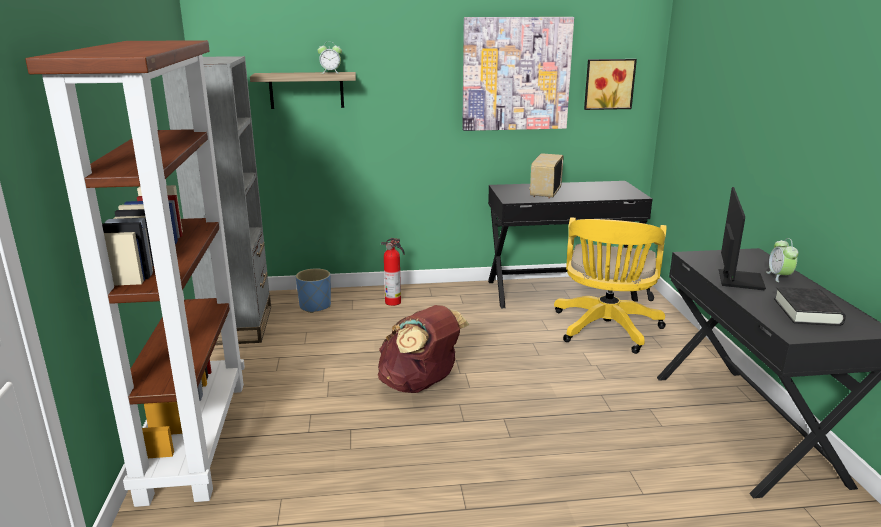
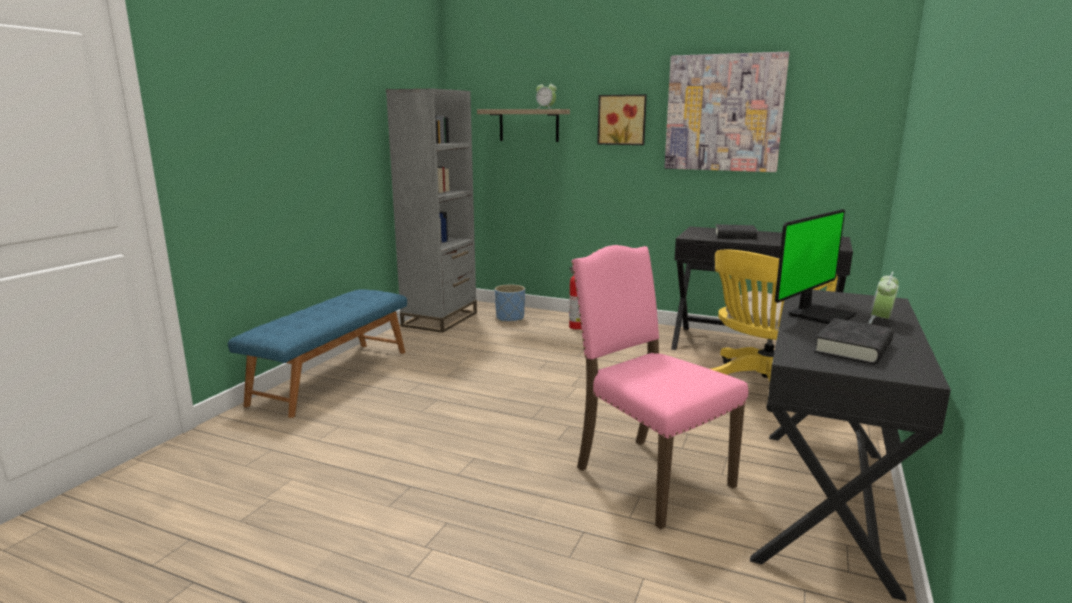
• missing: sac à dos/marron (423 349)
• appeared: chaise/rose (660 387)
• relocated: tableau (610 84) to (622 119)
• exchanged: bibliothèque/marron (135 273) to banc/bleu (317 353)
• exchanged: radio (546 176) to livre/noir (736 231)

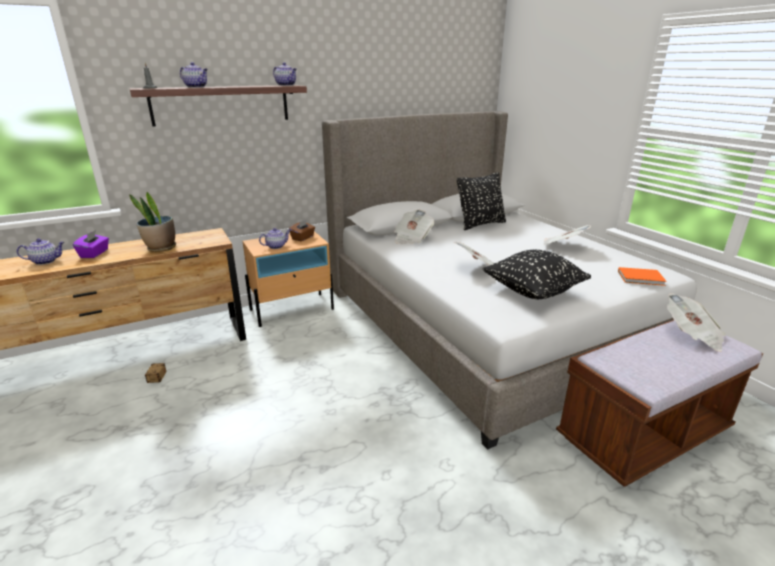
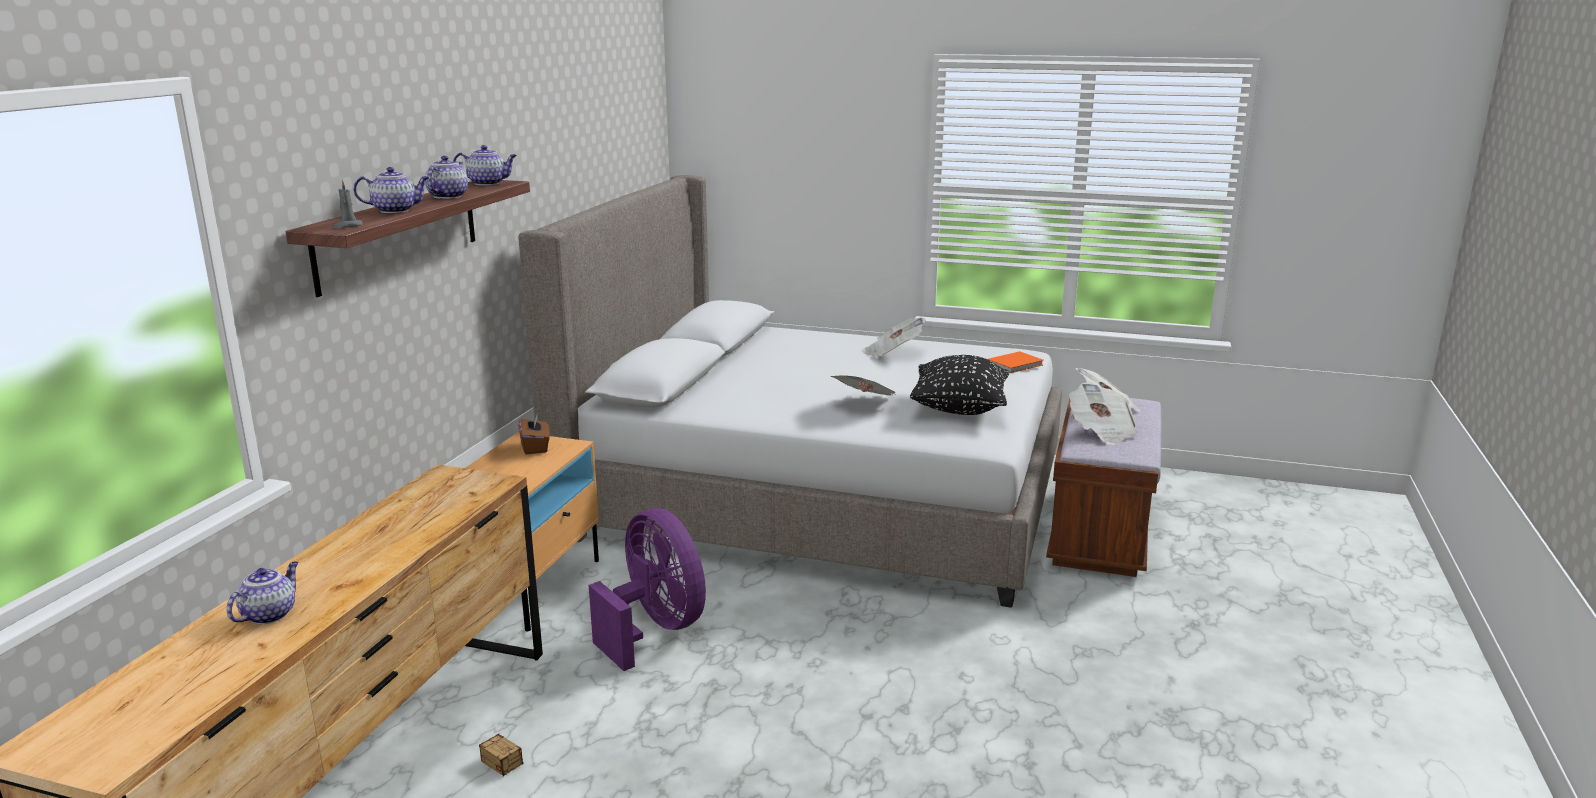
• missing: boîte à mouchoirs/violet (91 244)
• missing: plante en pot (152 222)
• missing: coussin/noir (481 201)
• appeared: ventilateur/violet (647 589)
• relocated: théière (275 238) to (446 177)
• relocated: journal (414 227) to (1103 413)

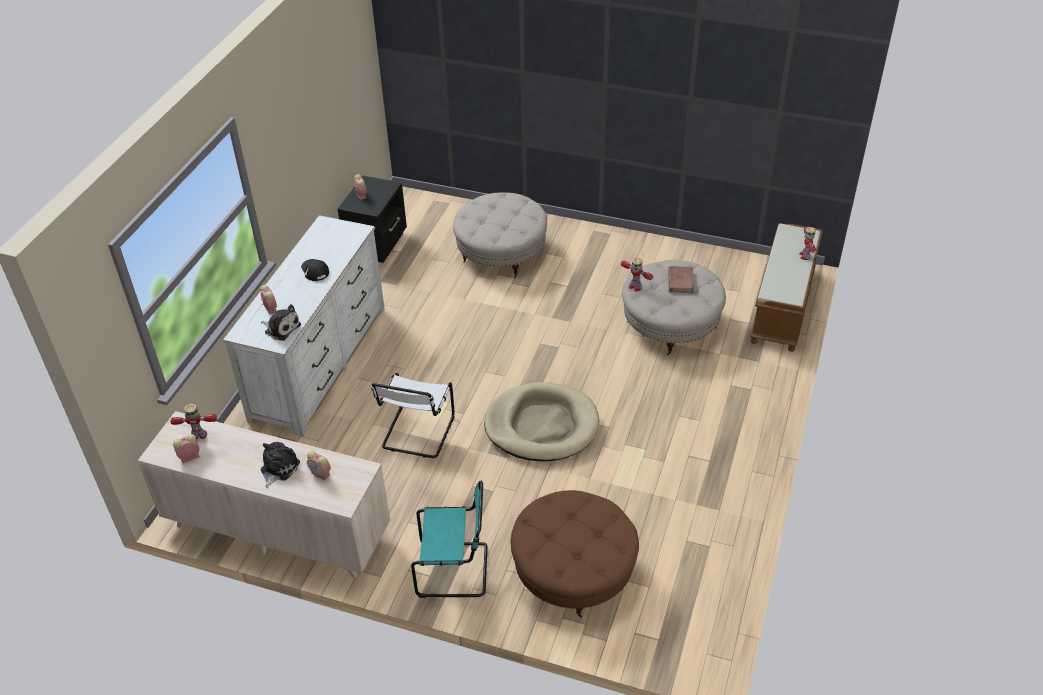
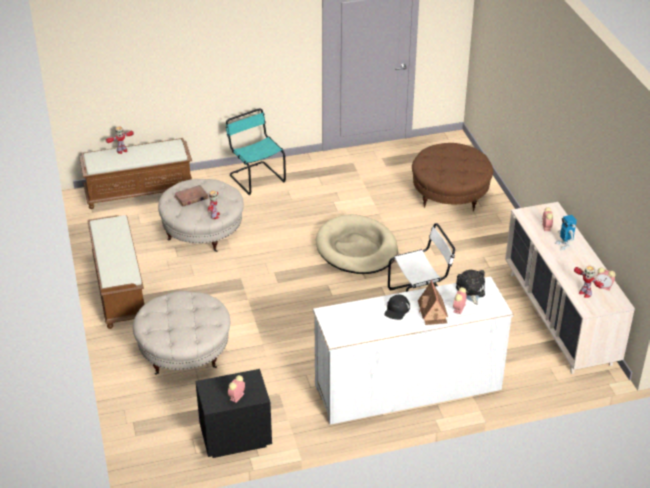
• appeared: banc/marron (116 272)
• appeared: maison miniature (433 302)
• relocated: chaise/turquoise (449 539) to (255 151)
• exchanged: peluche (280 465) to robot jouet (566 233)

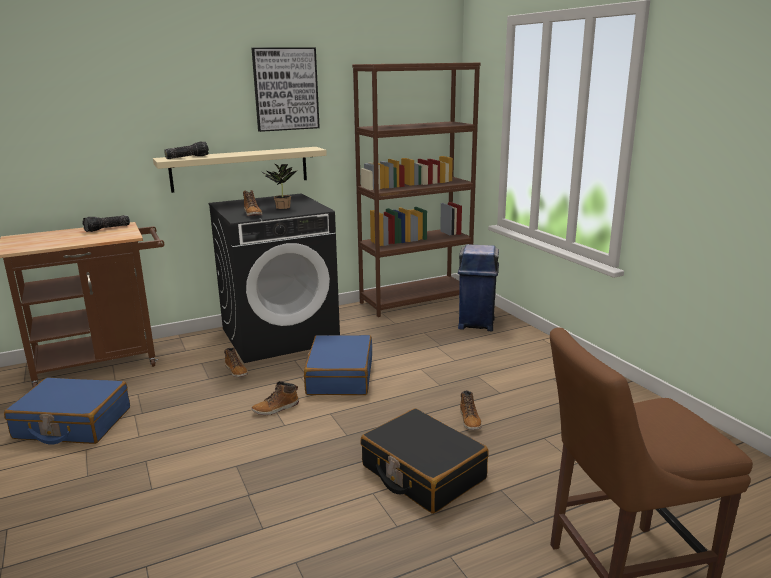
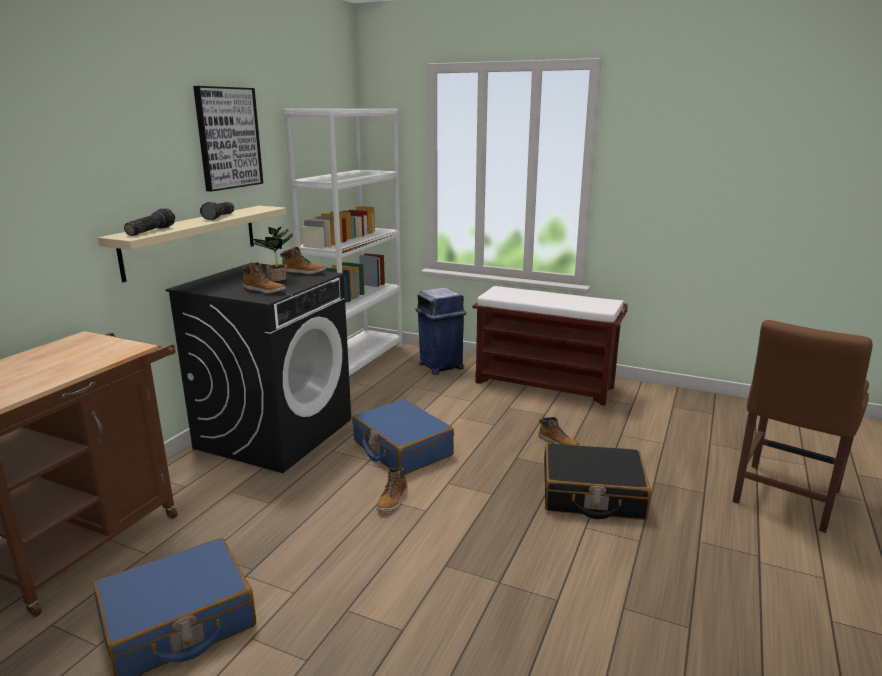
• appeared: banc/marron (550 346)
• relocated: lampe de poche (106 223) to (217 211)
• relocated: botte (236 362) to (303 261)
• colour: bibliothèque/marron (416 190) to bibliothèque/blanc (343 242)

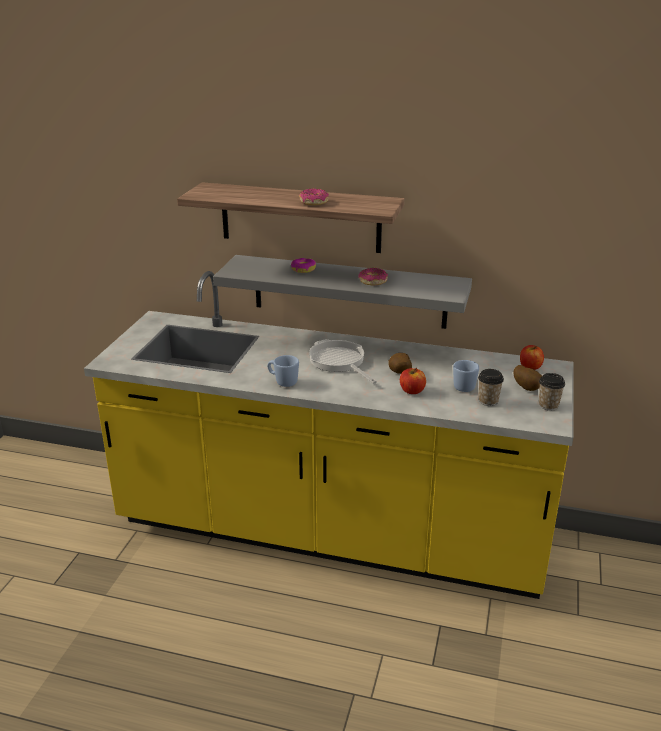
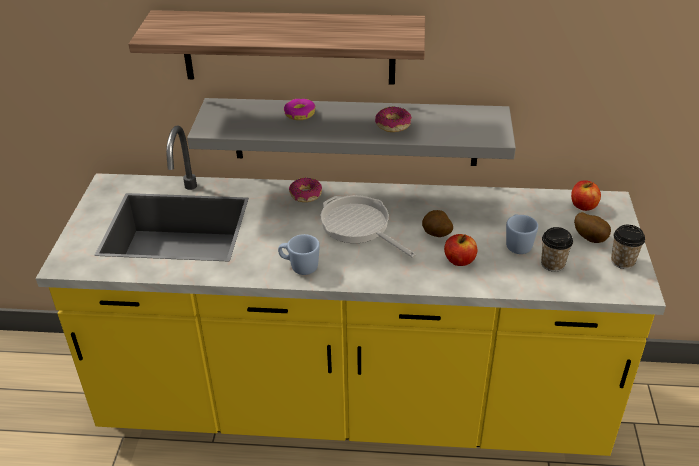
• relocated: beignet (314 196) to (305 190)

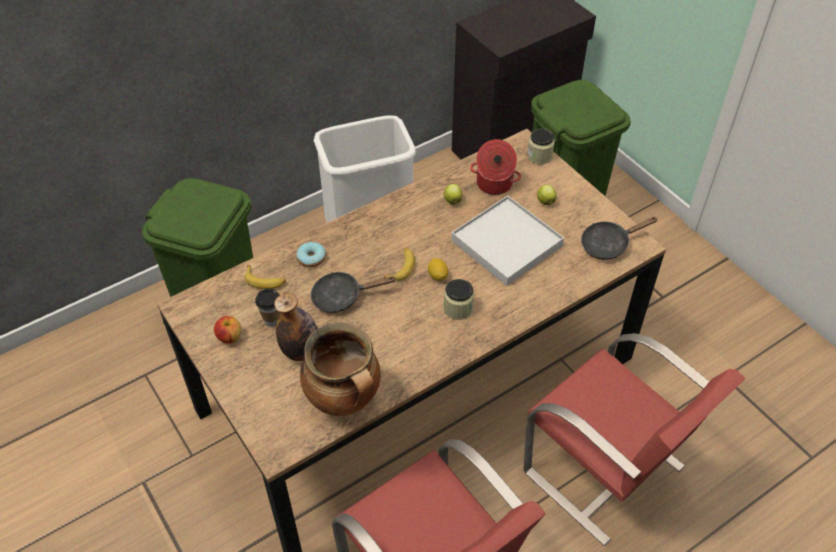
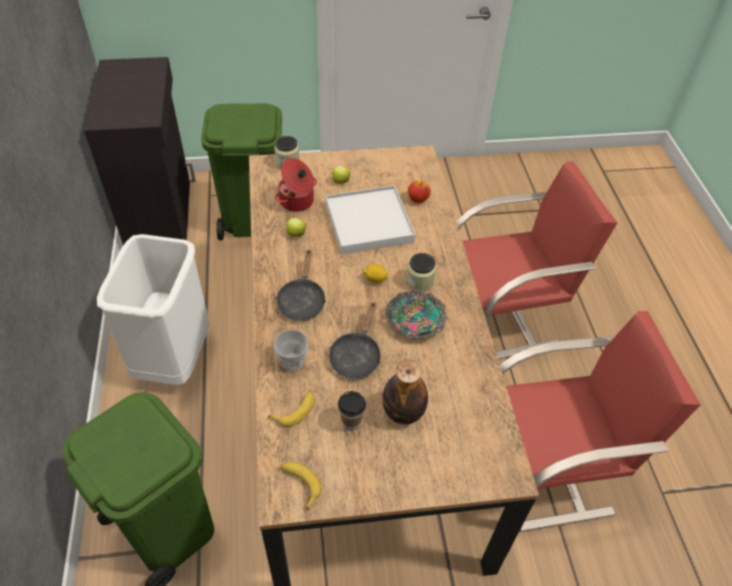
• missing: marmite (340 369)
• appeared: bol (416 314)
• relocated: pomme (227 330) to (419 192)
• relocated: banane (399 264) to (301 486)
• relocated: poêle/noir (619 238) to (301 285)
• exchanged: beignet (311 254) to tasse (290 350)

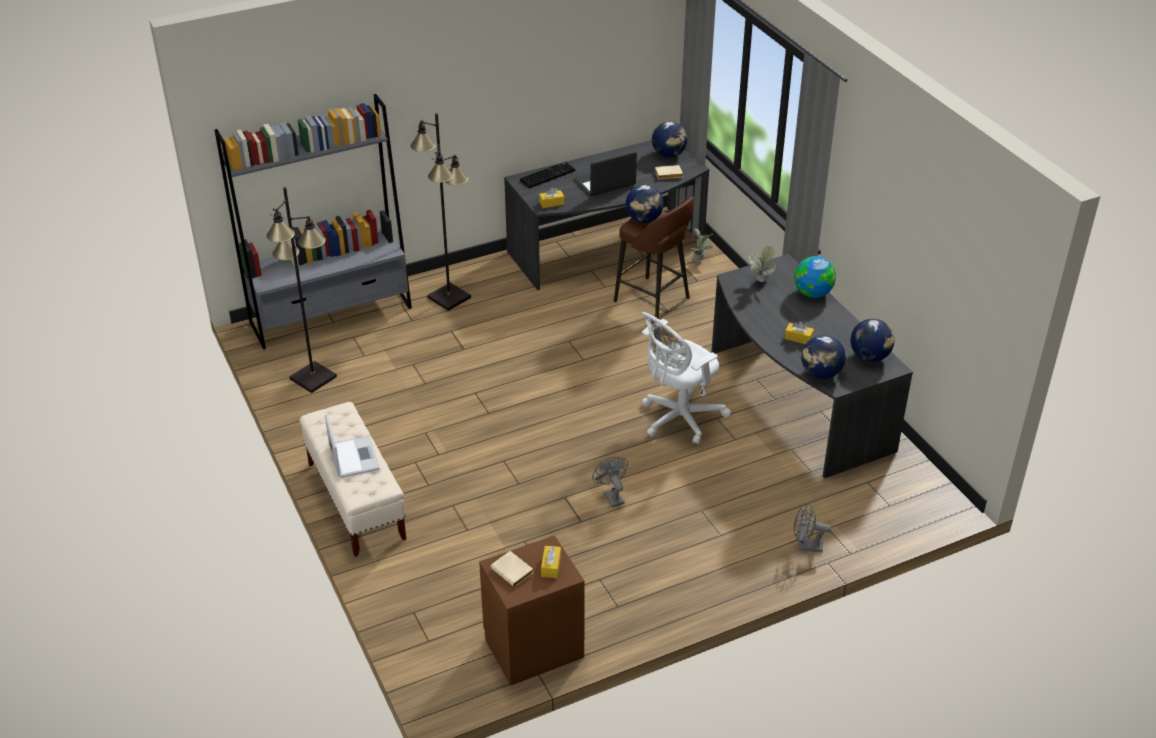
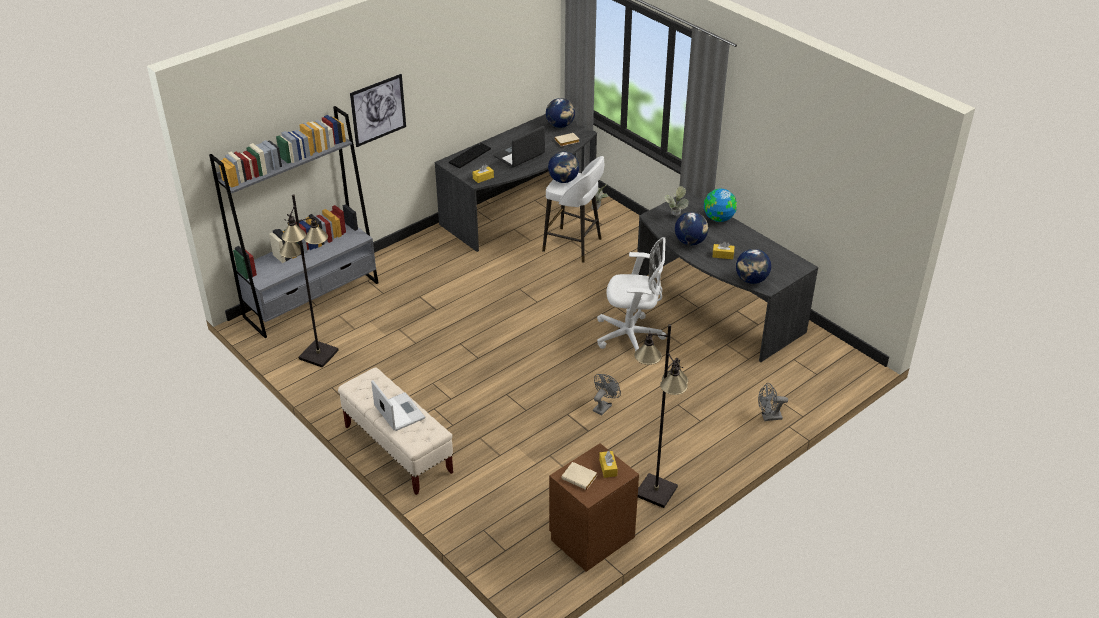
• appeared: tableau (378 110)
• relocated: lampadaire/noir (440 212) to (661 416)
• relocated: globe (872 340) to (691 228)
• colour: tabouret/marron (654 258) to tabouret/blanc (573 209)
• spun: ventilateur/gris (610 482) = (607 395) 75 degrees clockwise
• spun: chaise de bureau/blanc (686 378) = (631 294) 120 degrees counterclockwise

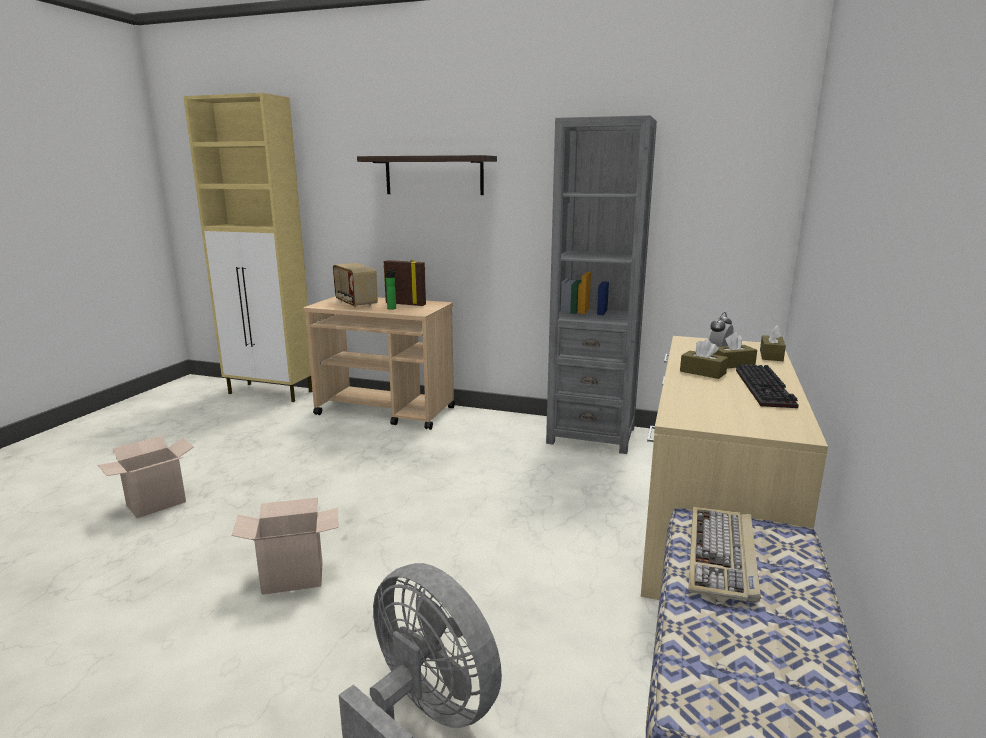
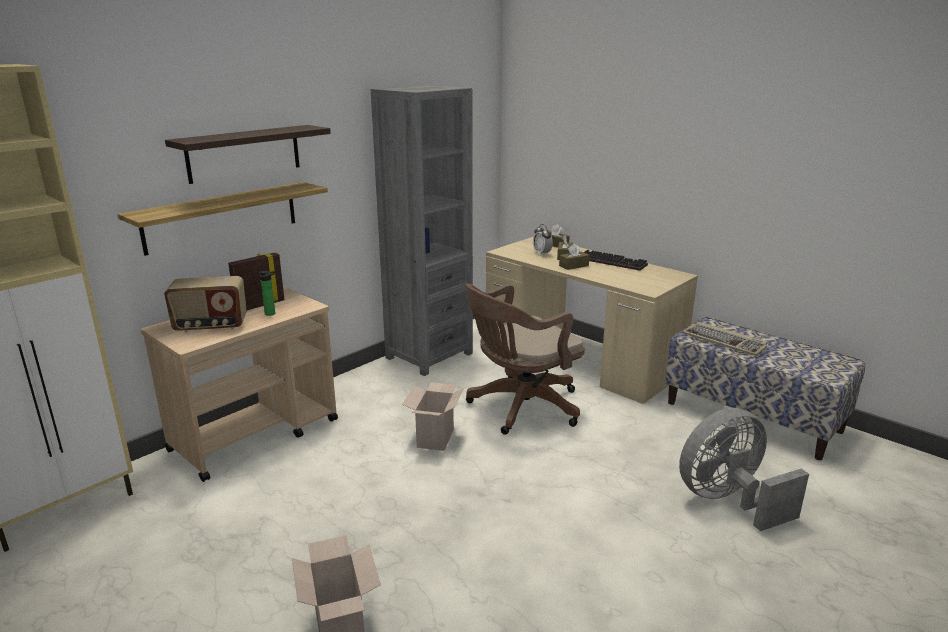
• appeared: étagère (222 219)
• appeared: chaise de bureau/marron (525 359)
• relocated: carton (285 546) to (433 416)

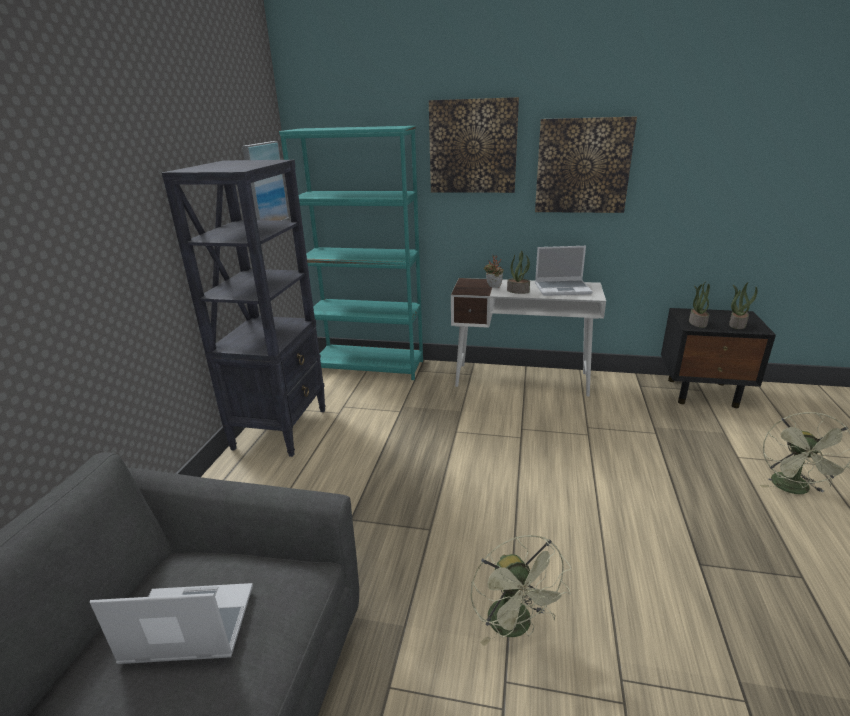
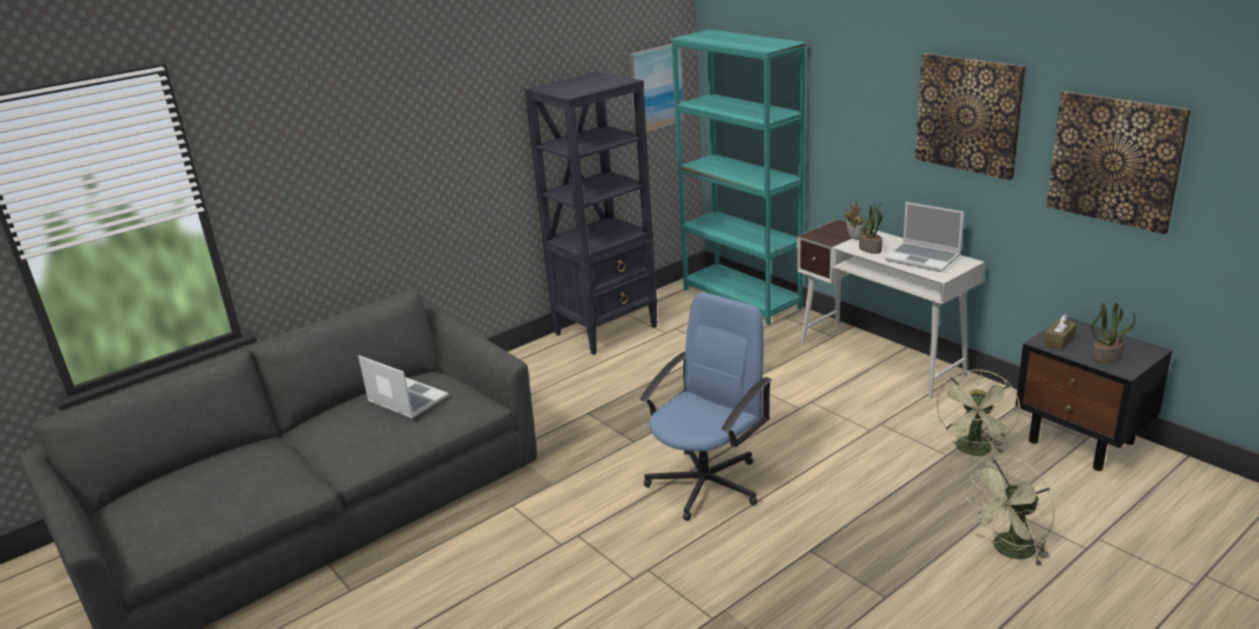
• appeared: chaise de bureau/bleu (706 406)
• relocated: tableau (474 145) to (1118 162)
• relocated: ventilateur/vert (520 590) to (978 413)
• exchanged: plante en pot (699 304) to boîte à mouchoirs/marron (1060 332)

